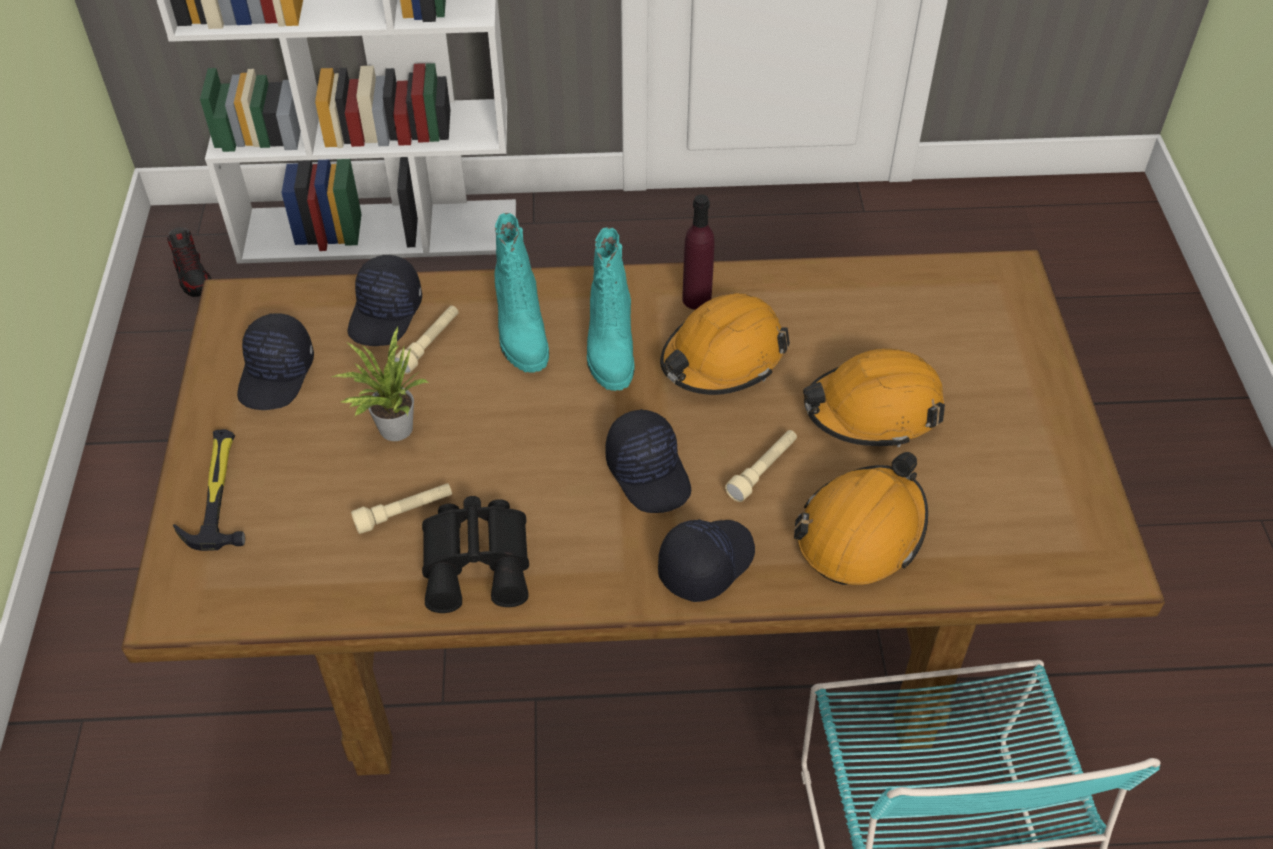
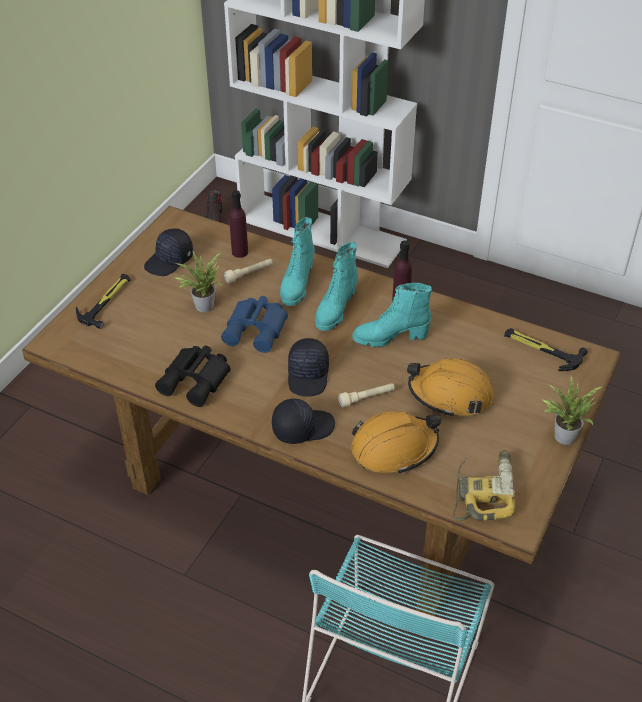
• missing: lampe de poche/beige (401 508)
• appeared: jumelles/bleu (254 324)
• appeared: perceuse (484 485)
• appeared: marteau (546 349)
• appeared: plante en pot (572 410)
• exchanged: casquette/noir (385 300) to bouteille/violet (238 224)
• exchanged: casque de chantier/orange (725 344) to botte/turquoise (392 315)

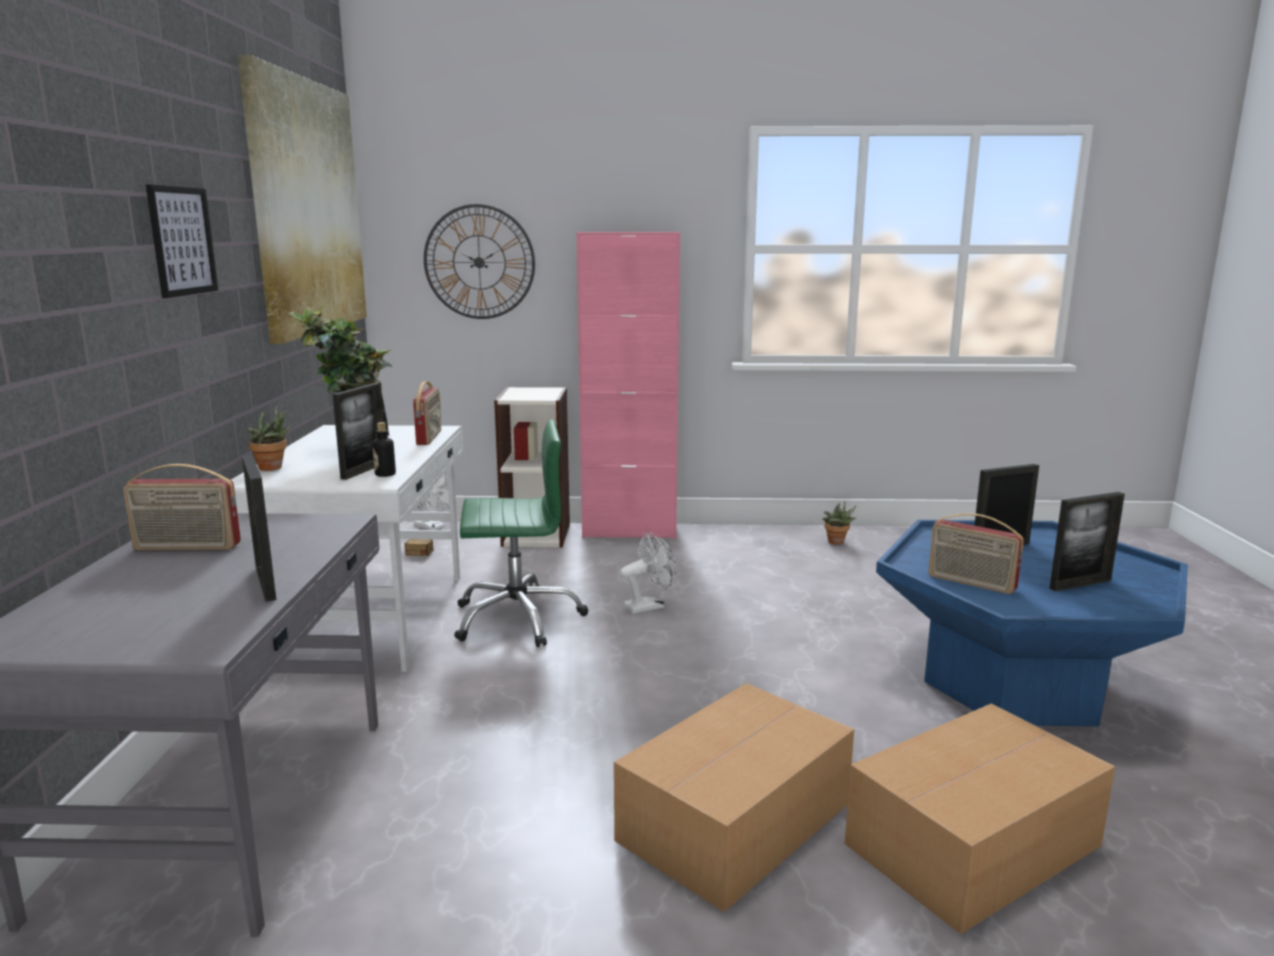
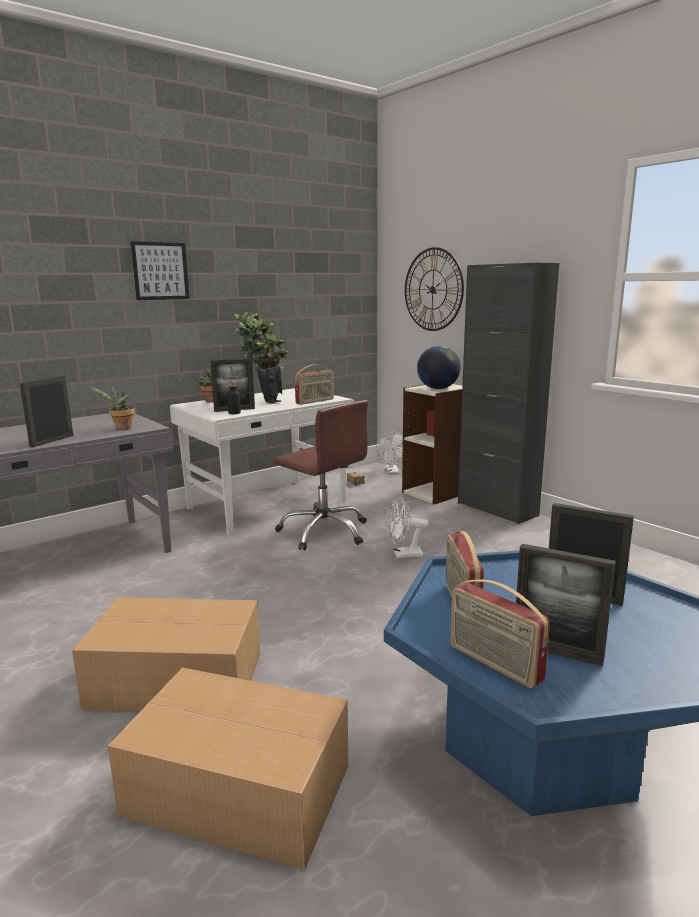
• missing: tableau (302 199)
• appeared: globe (439 367)
• relocated: radio (182 507) to (500 633)
• relocated: plante en pot (839 523) to (112 407)
• colour: chaise de bureau/vert (521 533) to chaise de bureau/marron (321 475)
• colour: meuble de rangement/rose (628 385) to meuble de rangement/noir (508 393)
• spun: ventilateur/blanc (648 573) = (407 527) 150 degrees clockwise

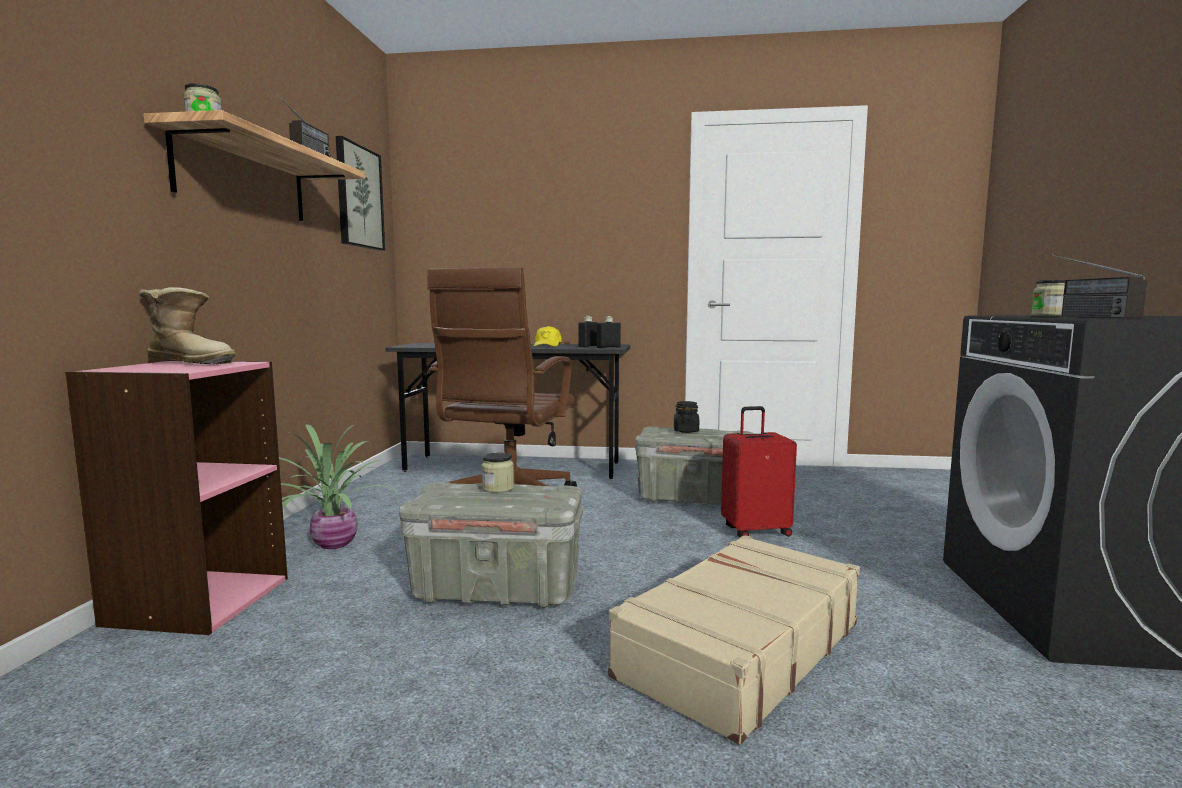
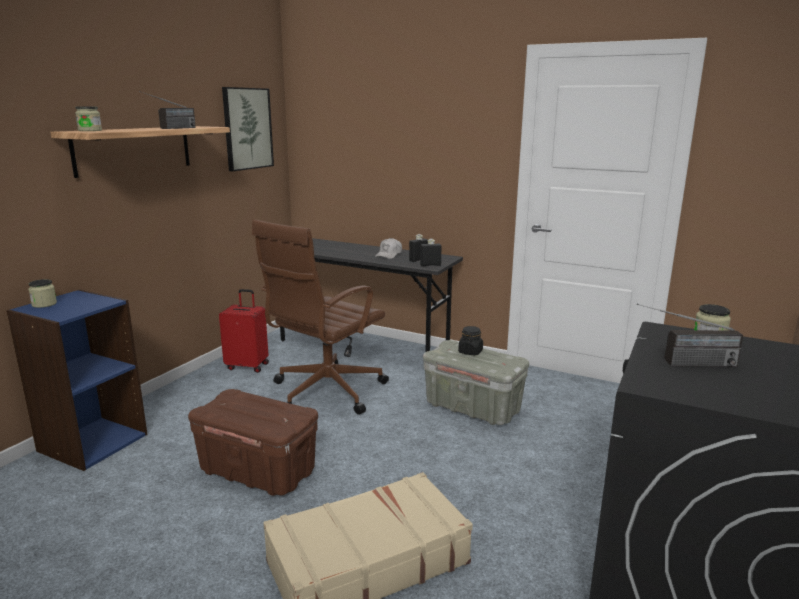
• missing: botte (187 325)
• missing: plante en pot (337 486)
• relocated: bocal (498 472) to (42 293)
• relocated: valise/rouge (759 471) to (244 331)
• colour: bibliothèque/rose (176 497) to bibliothèque/bleu (77 380)
• colour: boîte de rangement/gris (491 545) to boîte de rangement/marron (253 442)
• colour: casquette/jaune (548 336) to casquette/blanc (388 248)
• spun: radio (1099 286) = (690 335) 105 degrees counterclockwise

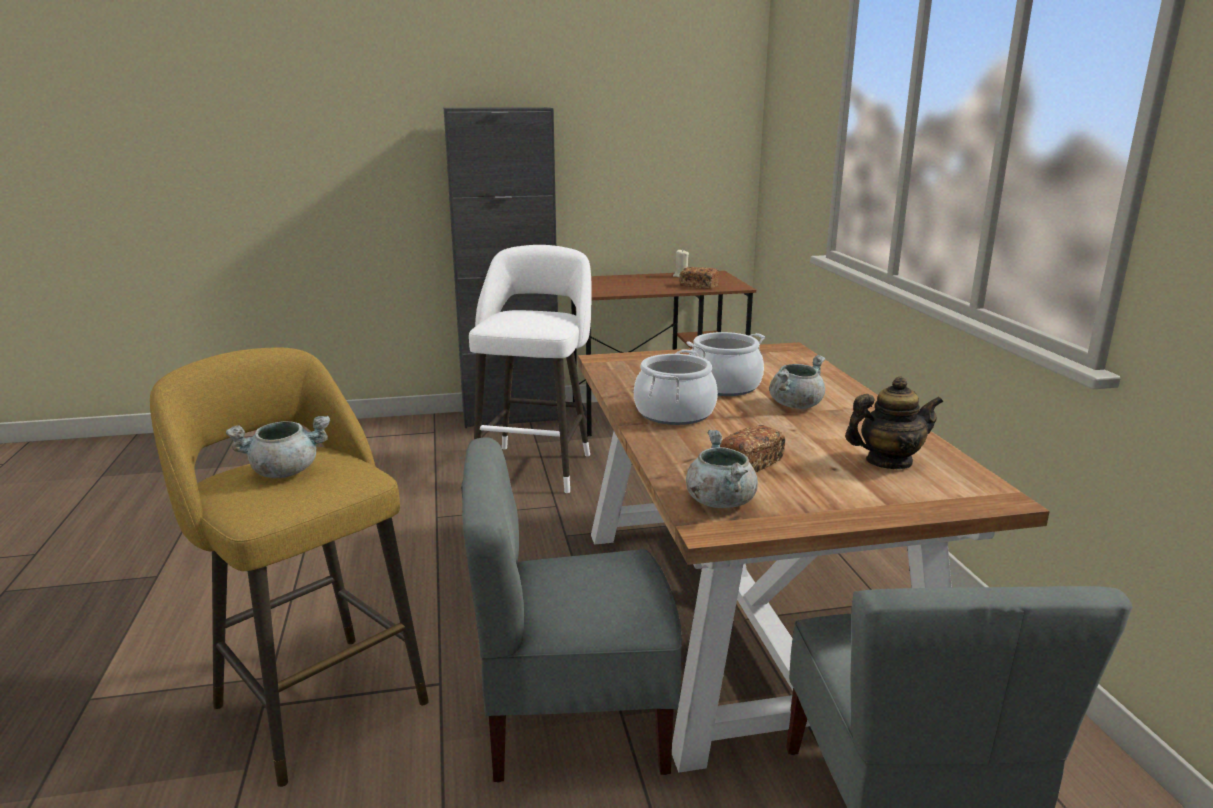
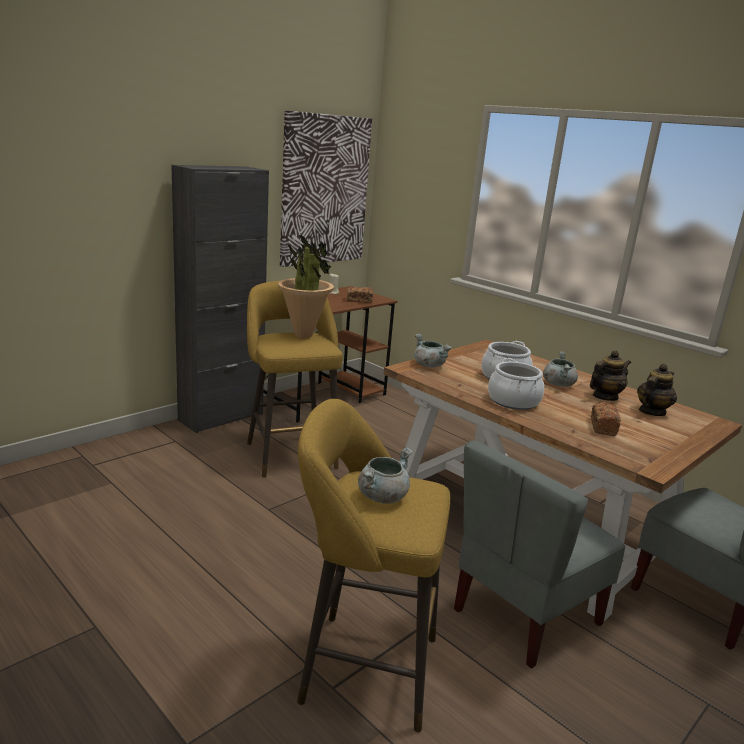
• appeared: plante en pot (306 285)
• appeared: tableau (326 188)
• appeared: théière (610 375)
• relocated: marmite/gris (722 469) to (433 351)
• colour: tabouret/blanc (530 369) to tabouret/jaune (295 379)

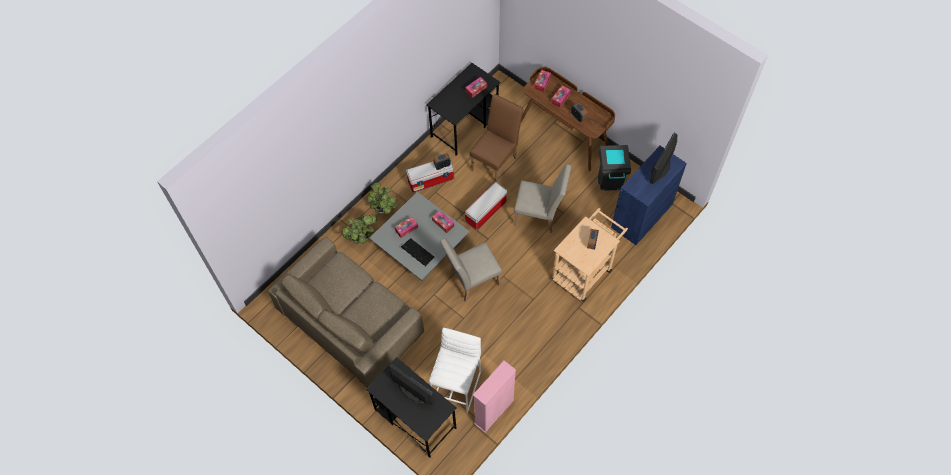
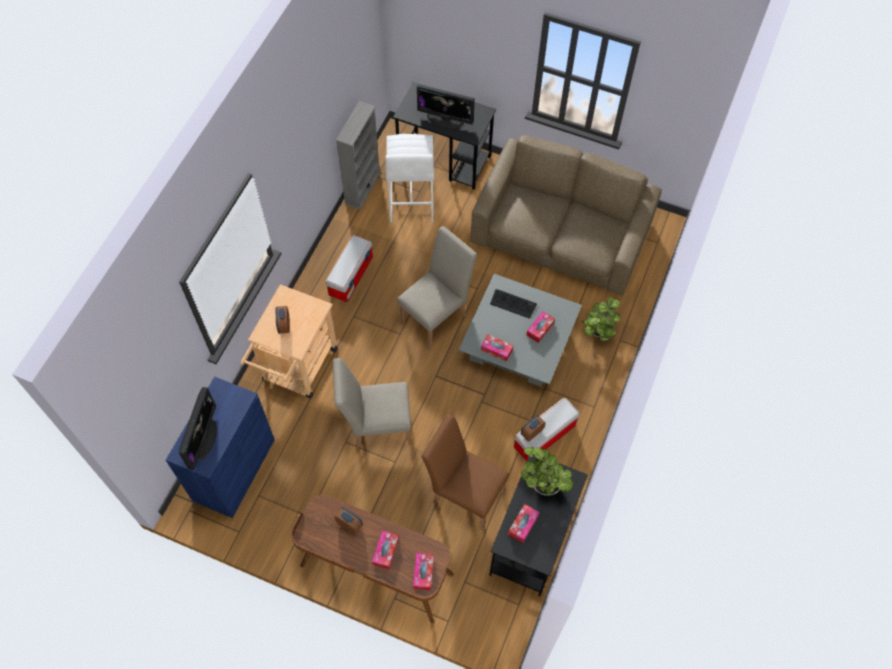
• missing: poubelle/gris (614 168)
• relocated: plante en pot (382 198) to (547 471)
• relocated: boîte de rangement (486 206) to (349 268)
• colour: bibliothèque/rose (494 396) to bibliothèque/gris (358 155)
• spun: chaise/marron (496 138) = (465 472) 105 degrees clockwise

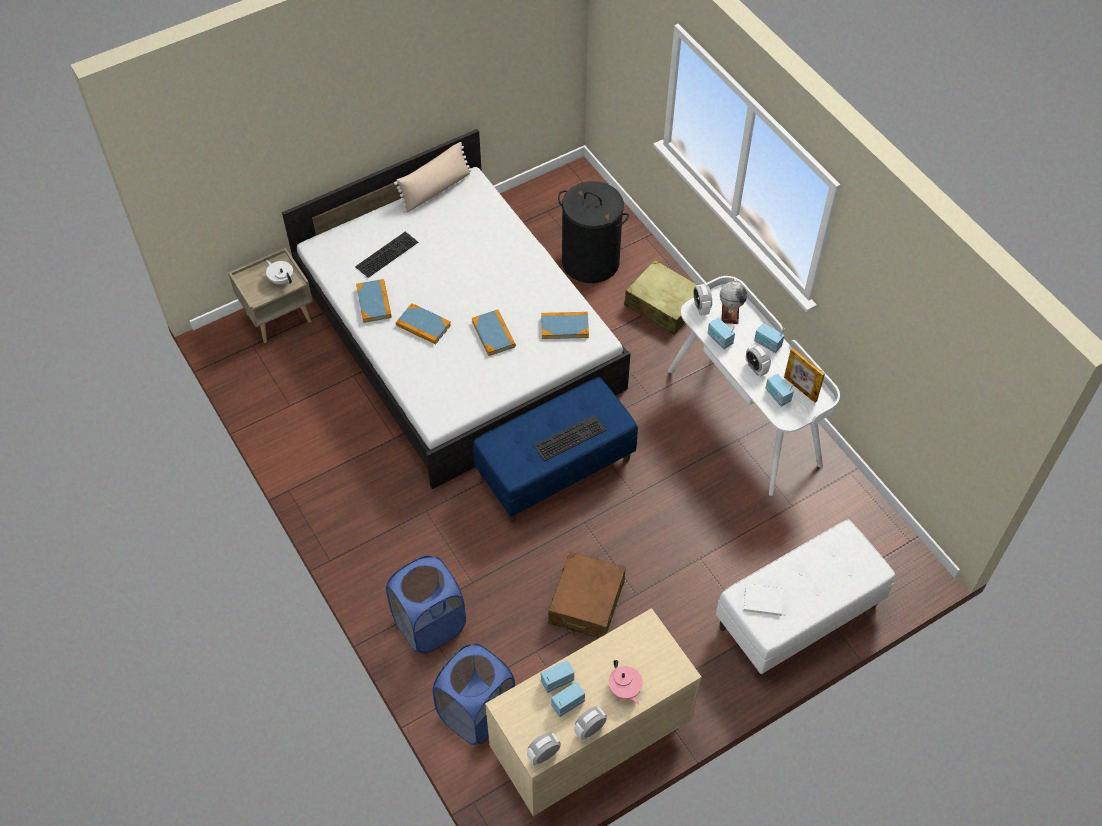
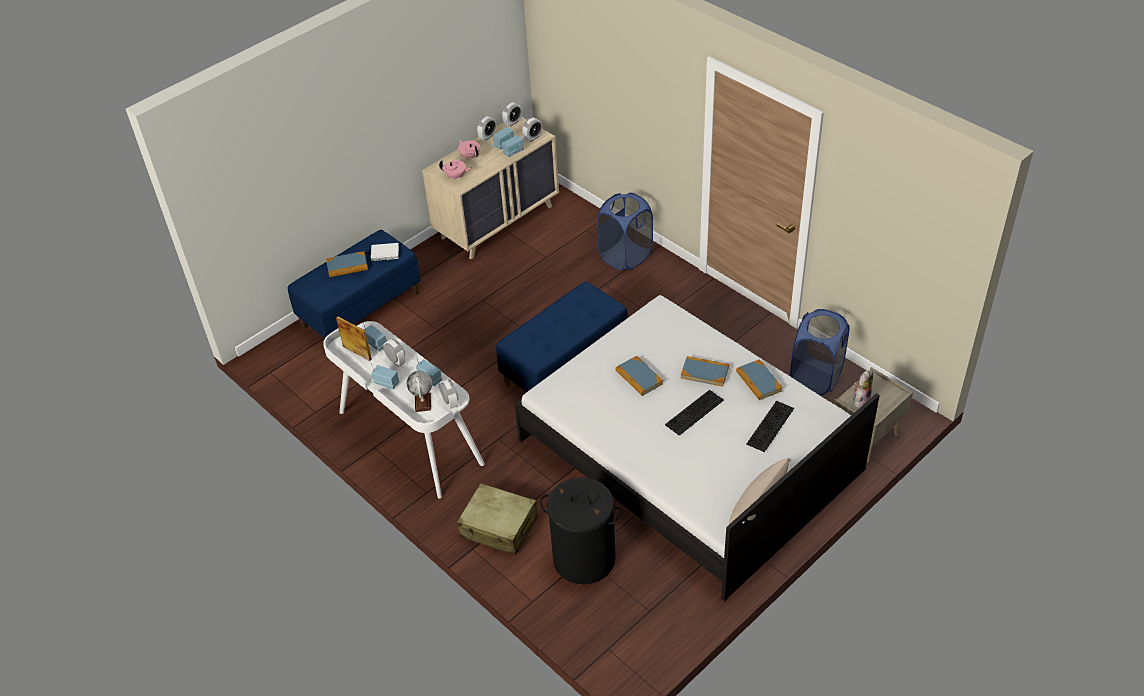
• missing: valise/marron (587 595)
• appeared: théière/rose (455 170)
• appeared: réveil (532 130)
• relocated: panier à linge/bleu (474 694) to (819 352)
• relocated: clavier (569 438) to (694 413)
• relocated: livre (565 325) to (347 264)
• exchanged: théière/blanc (279 272) to peluche (863 389)
• colour: banc/blanc (806 599) to banc/bleu (354 284)

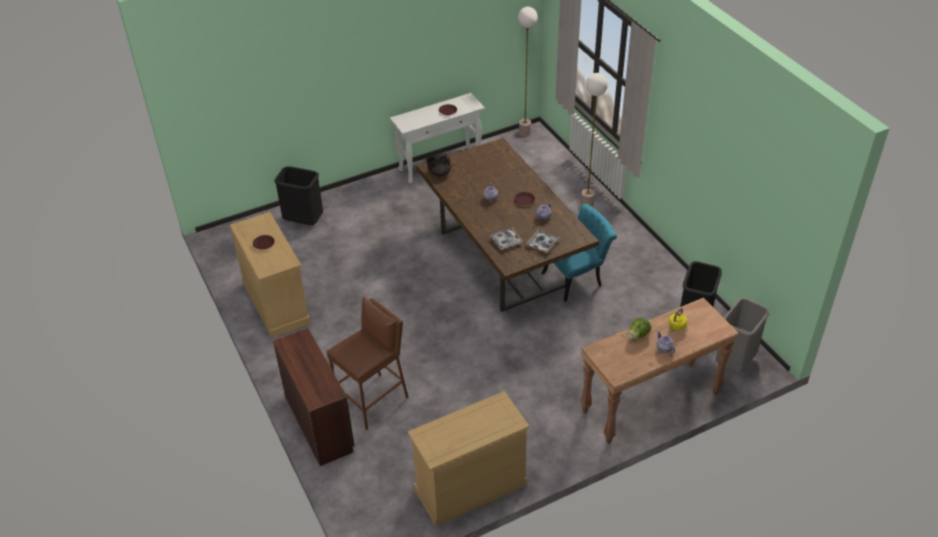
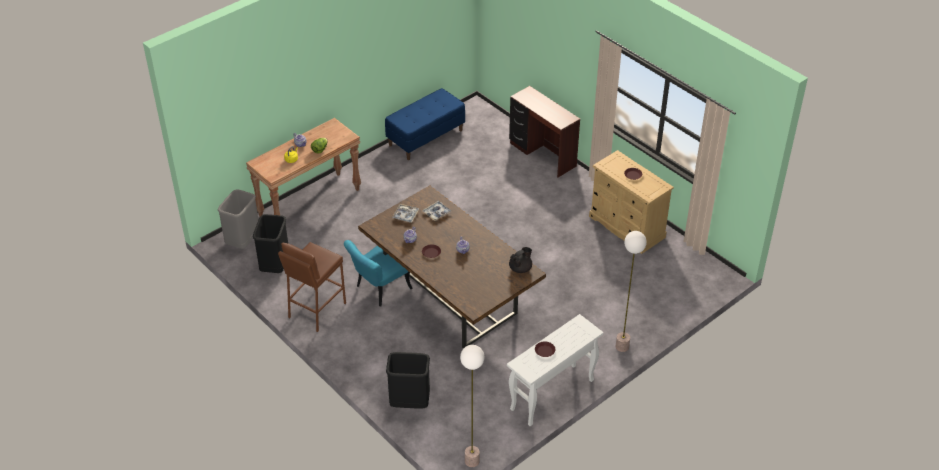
• relocated: poubelle/noir (298 195) to (408 380)
• relocated: tabouret/marron (368 363) to (312 287)
• relocated: lampadaire (594 140) to (631 291)
• exchanged: commode/beige (468 459) to banc/bleu (425 124)

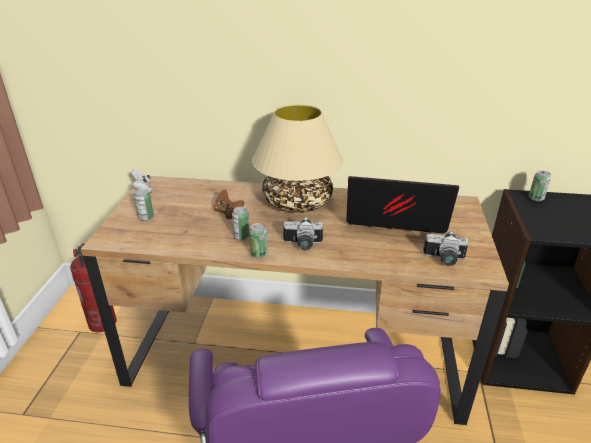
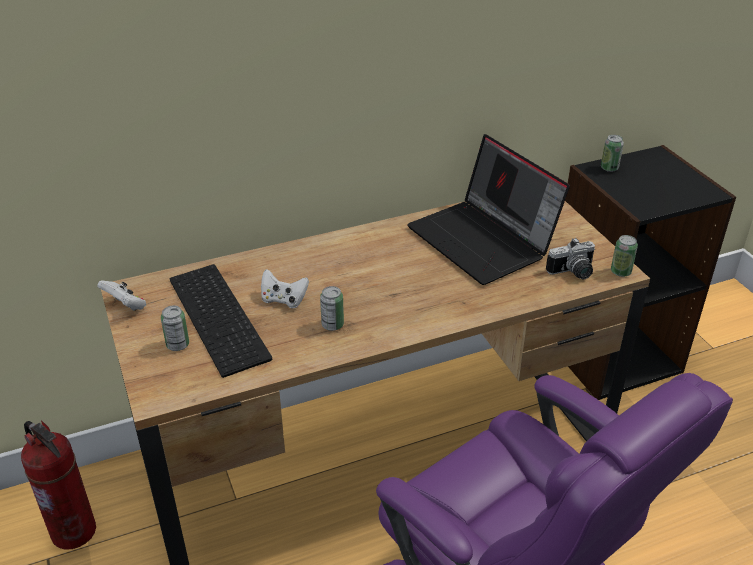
• missing: lampe de table/beige (297 158)
• missing: appareil photo (303 233)
• appeared: clavier (221 321)
• relocated: boîte métallique (258 240) to (624 256)
• colour: manette/marron (229 204) to manette/blanc (285 288)
• spun: ordinateur portable (402 205) = (488 209) 105 degrees counterclockwise

